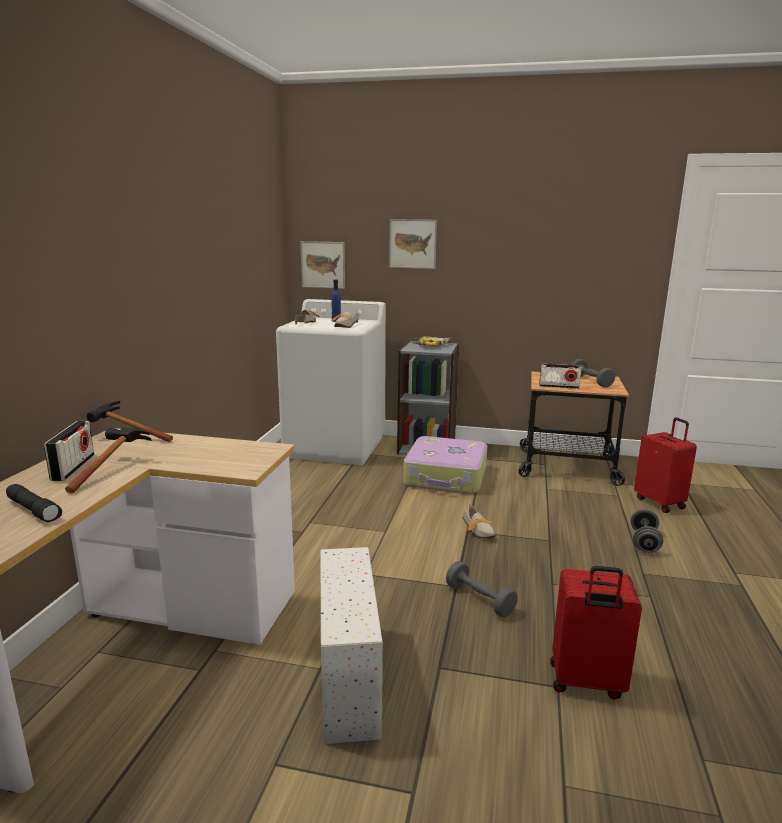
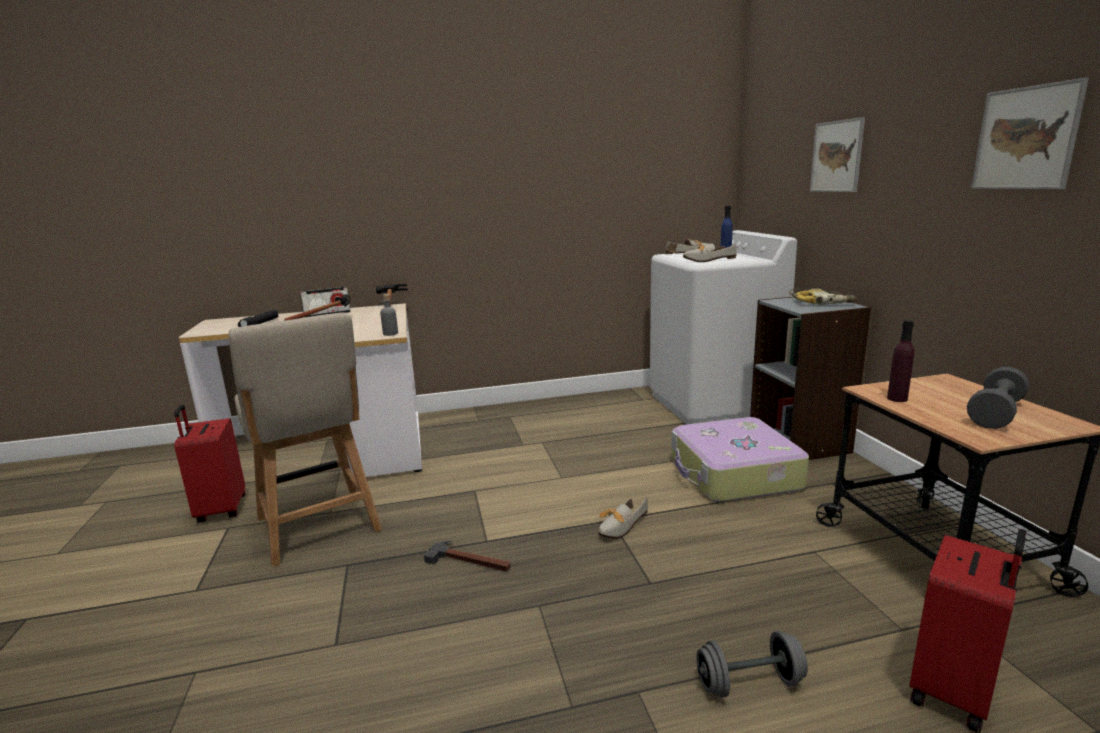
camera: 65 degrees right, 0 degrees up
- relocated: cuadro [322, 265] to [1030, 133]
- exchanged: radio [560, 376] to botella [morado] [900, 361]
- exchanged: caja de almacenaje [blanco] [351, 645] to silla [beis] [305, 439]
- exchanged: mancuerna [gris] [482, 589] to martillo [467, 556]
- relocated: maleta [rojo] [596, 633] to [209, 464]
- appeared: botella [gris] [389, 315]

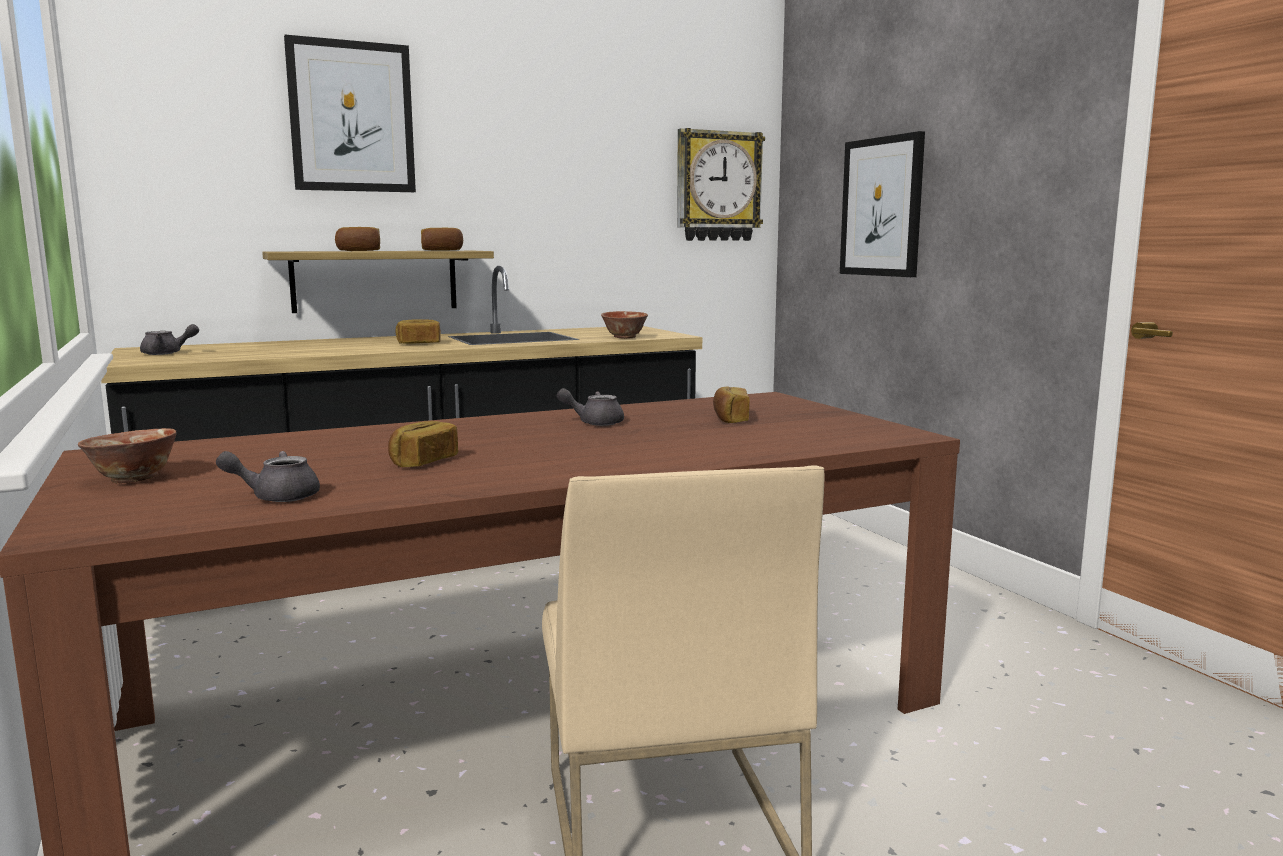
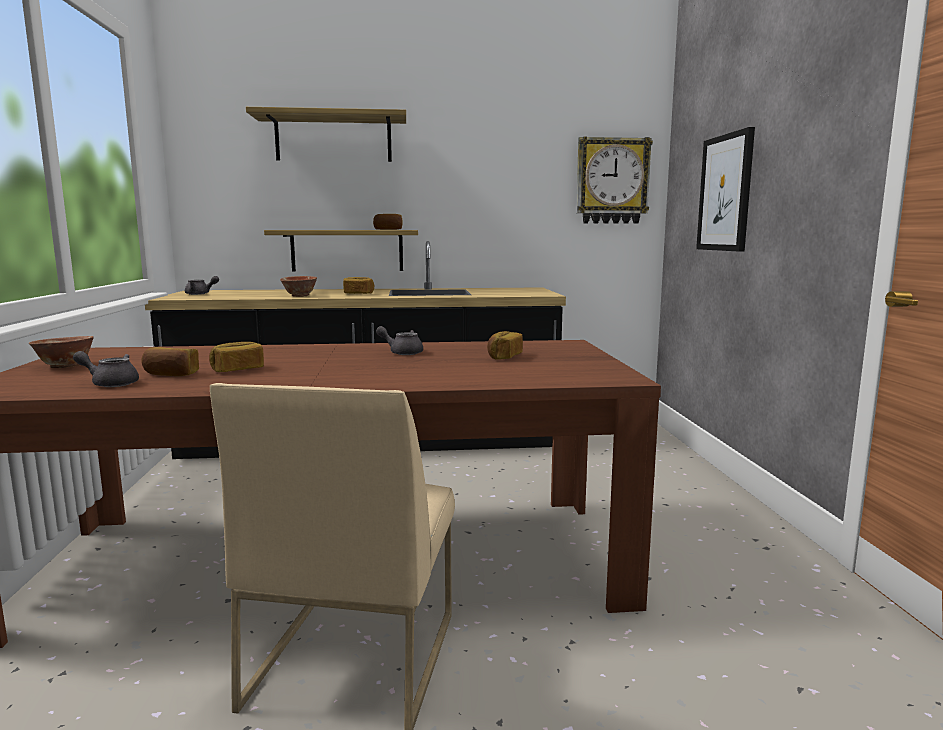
camera: 20 degrees right, 0 degrees up
- exchanged: cuadro [350, 113] to estante [326, 134]
- relocated: pan [357, 239] to [170, 361]
- relocated: cuenco [624, 325] to [298, 286]

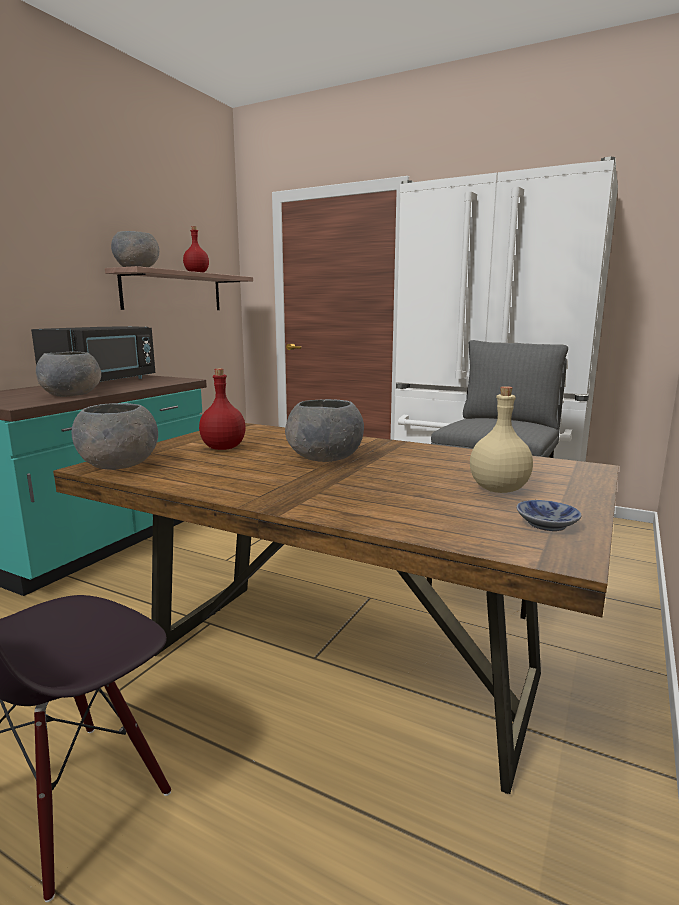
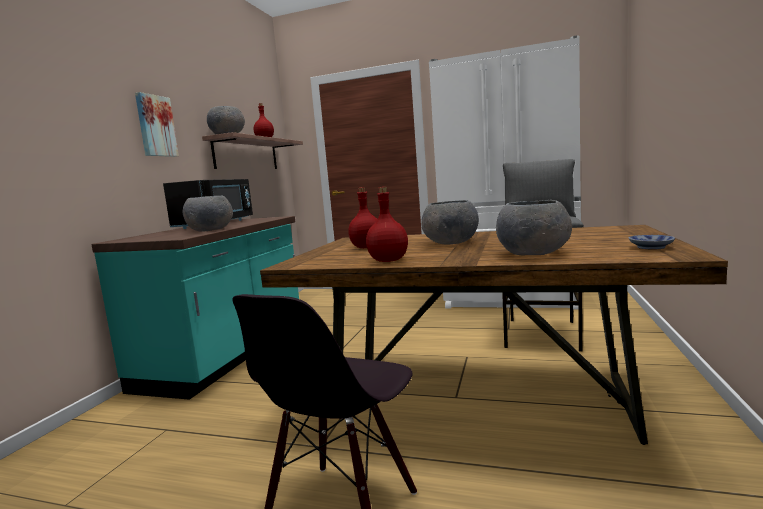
camera: 10 degrees left, 5 degrees down
- missing: botella [beis] [501, 439]
- relocated: cuenco [gris] [114, 436] to [534, 227]
- appeared: cuadro [157, 124]
- appeared: botella [rojo] [387, 224]

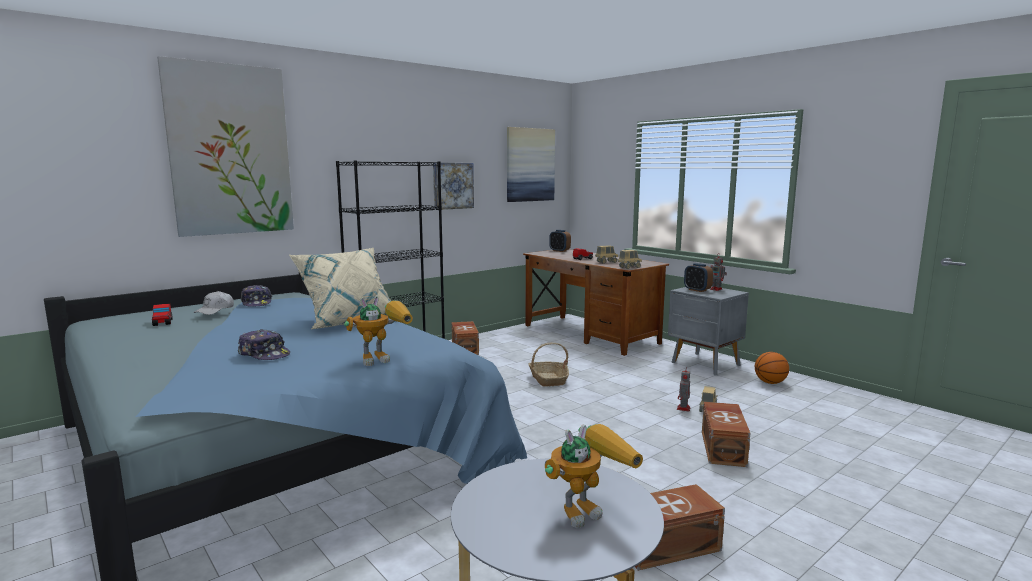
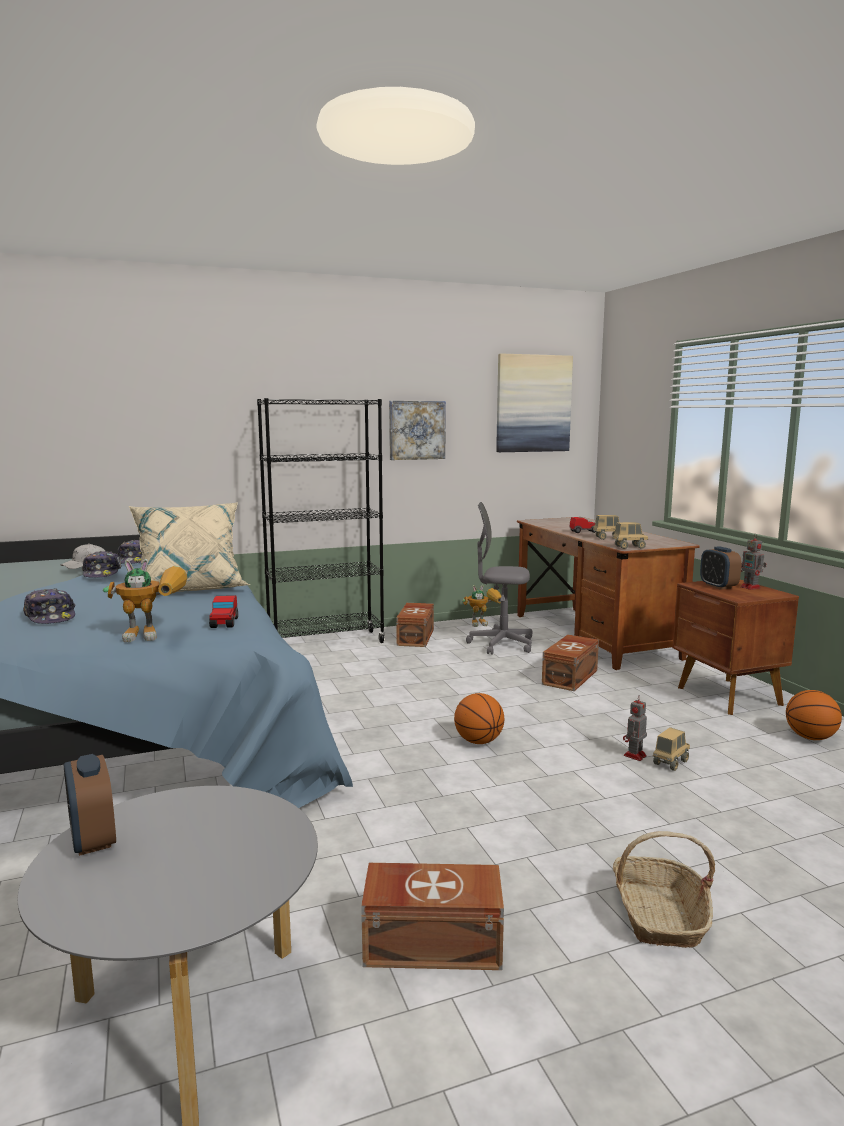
camera: 20 degrees right, 0 degrees up
- missing: cuadro [225, 146]
- relocated: despertador [560, 241] to [90, 805]
- colour: mesita de noche [gris] [708, 330] to mesita de noche [marrón] [736, 647]
- relocated: coche de juguete [162, 314] to [223, 611]
- relocated: cesta [548, 365] to [664, 889]
- relocated: caja de almacenaje [marrón] [726, 434] to [570, 663]
- relocated: robot de juguete [594, 476] to [481, 606]
- appeared: silla de oficina [gris] [499, 578]
- appeared: gorra [102, 564]
- appeared: balón de baloncesto [479, 718]

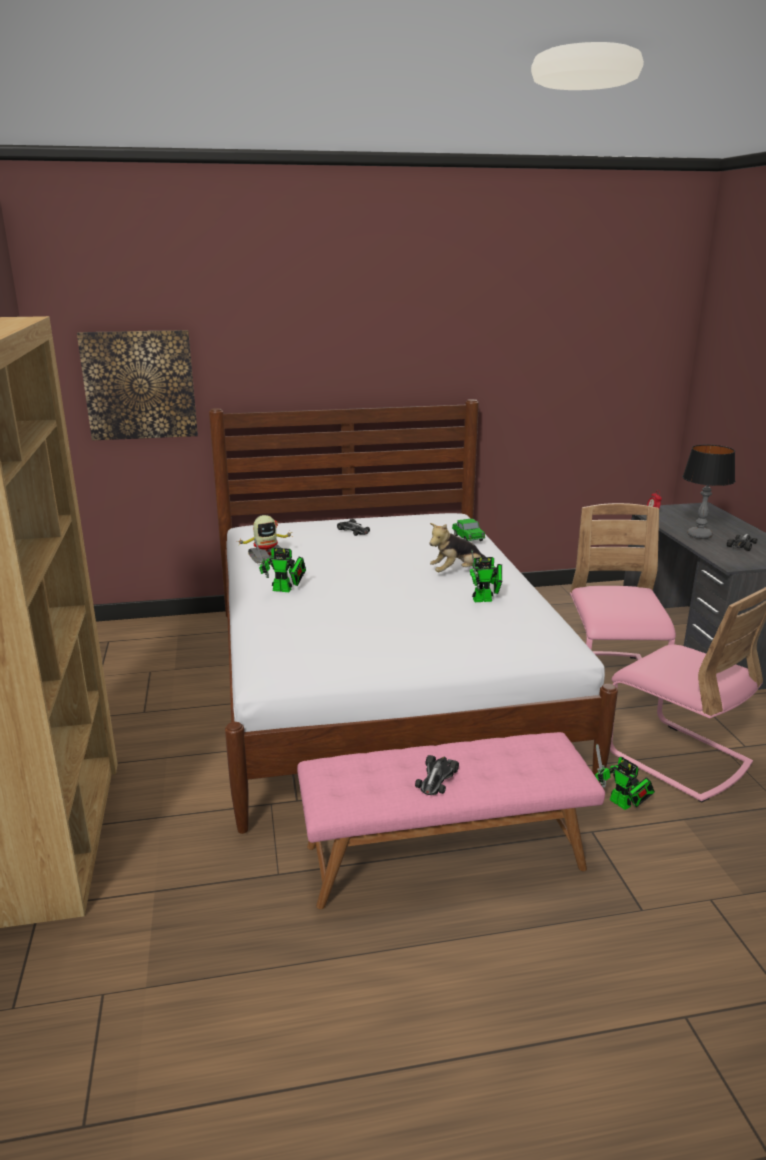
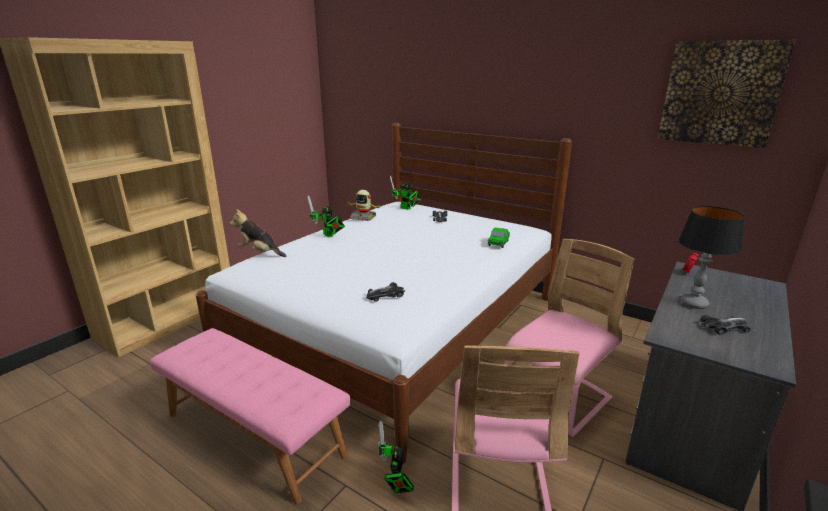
camera: 45 degrees right, 0 degrees up
- relocated: cuadro [137, 385] to [727, 94]
- relocated: peluche [457, 547] to [258, 233]
- relocated: robot de juguete [486, 576] to [405, 193]
- relocated: coche de juguete [437, 775] to [385, 292]

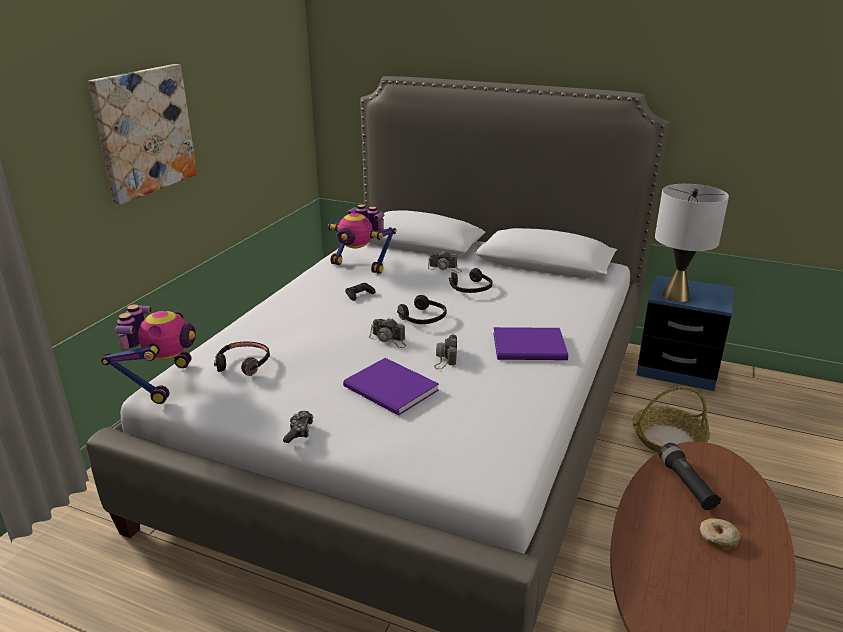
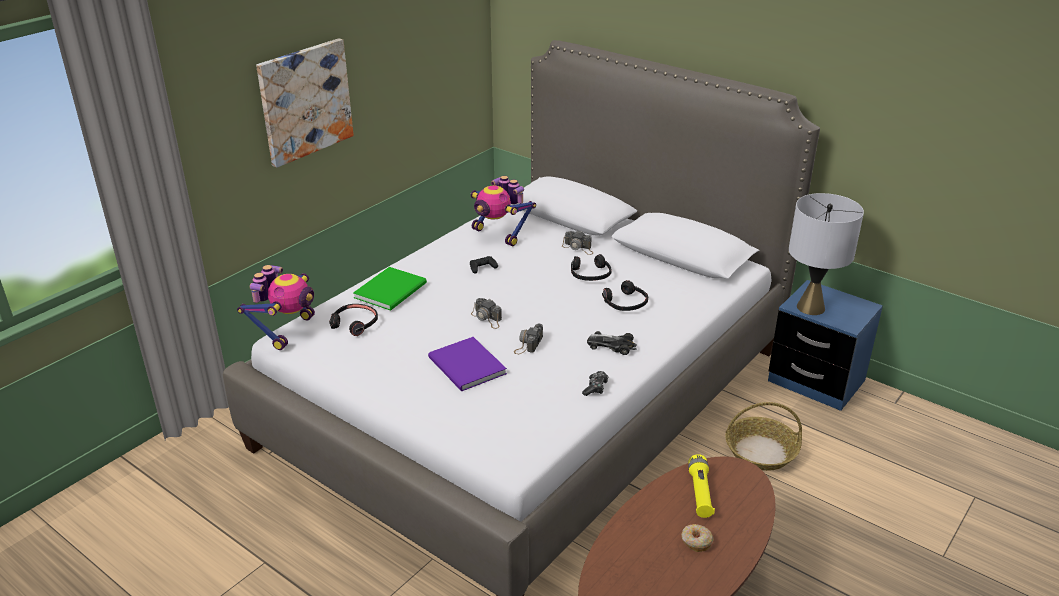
camera: 15 degrees right, 5 degrees up
- relocated: auriculares [negro] [422, 309] to [625, 295]
- exchanged: libro [morado] [530, 343] to coche de juguete [612, 343]
- relocated: mando de consola [298, 427] to [595, 383]
- colour: linterna [negro] [690, 476] to linterna [amarillo] [701, 486]
- appeared: libro [verde] [390, 289]

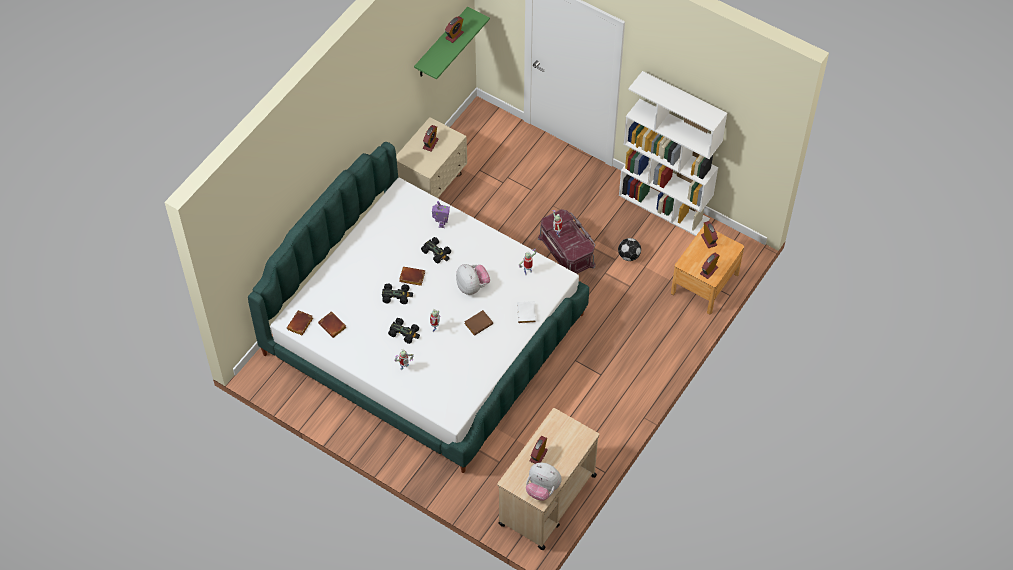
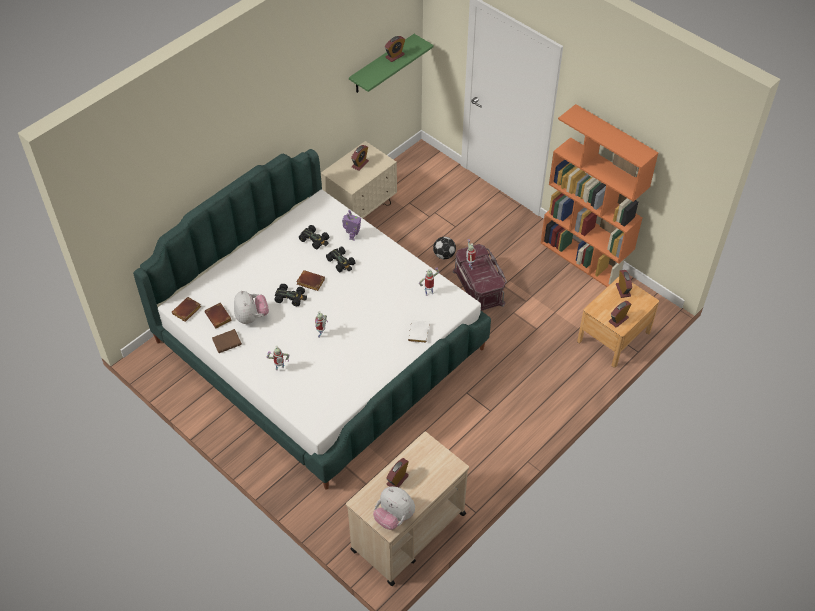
camera: 10 degrees right, 5 degrees down
- colour: estantería [blanco] [673, 153] to estantería [naranja] [599, 195]
- relocated: balón de fútbol [629, 249] to [444, 248]
- relocated: peluche [473, 279] to [251, 307]
- relocated: libro [marrón] [478, 323] to [227, 341]
- relocated: coche de juguete [negro] [404, 331] to [314, 237]

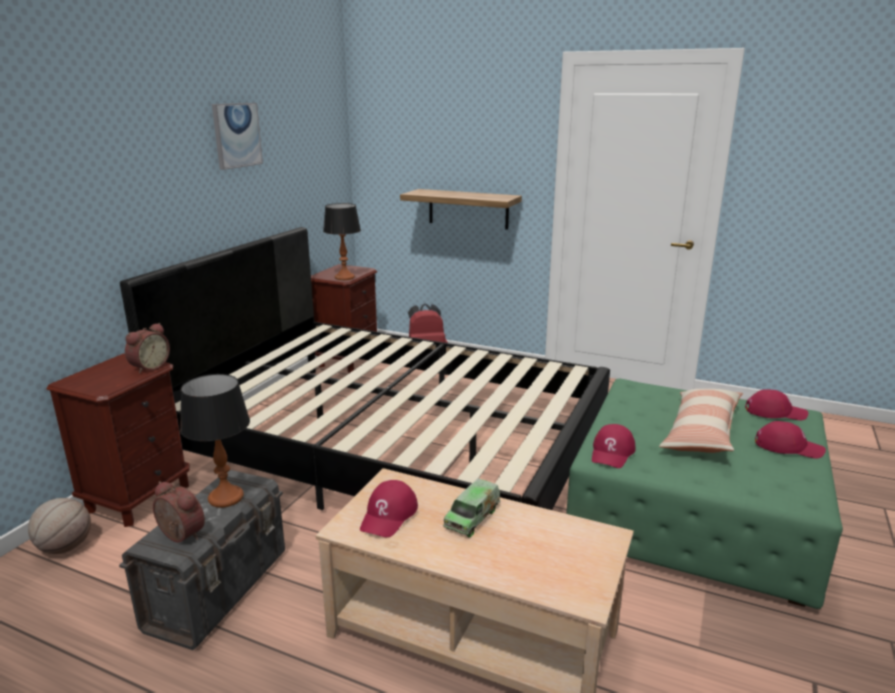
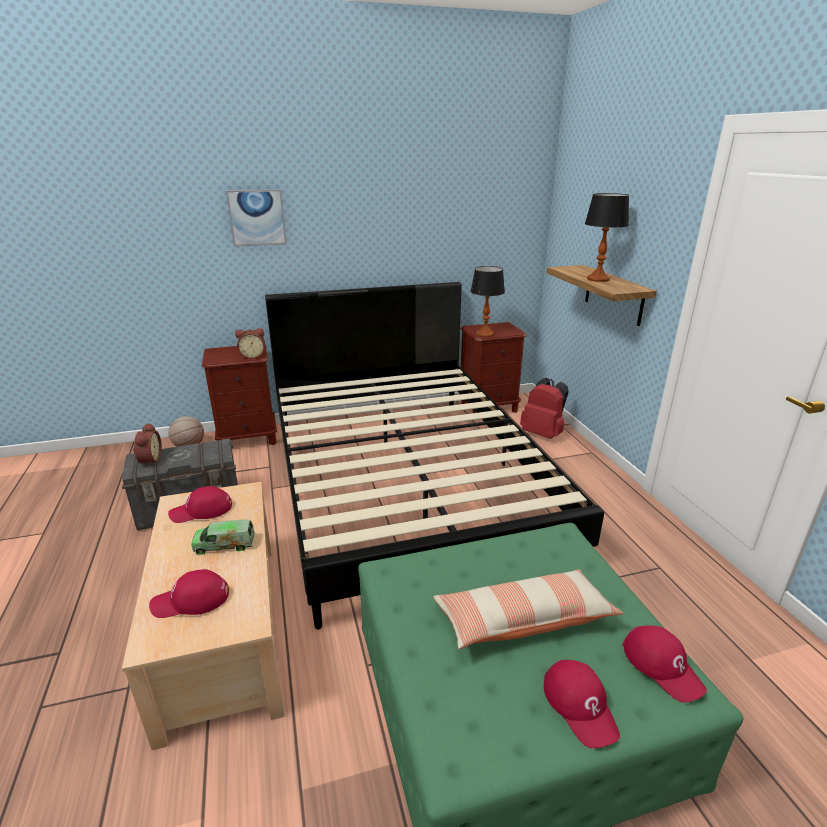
camera: 50 degrees right, 5 degrees up
- relocated: cuadro [237, 136] to [256, 218]
- relocated: lámpara de mesa [215, 441] to [607, 237]
- relocated: gorra [rojo] [614, 446] to [189, 593]

